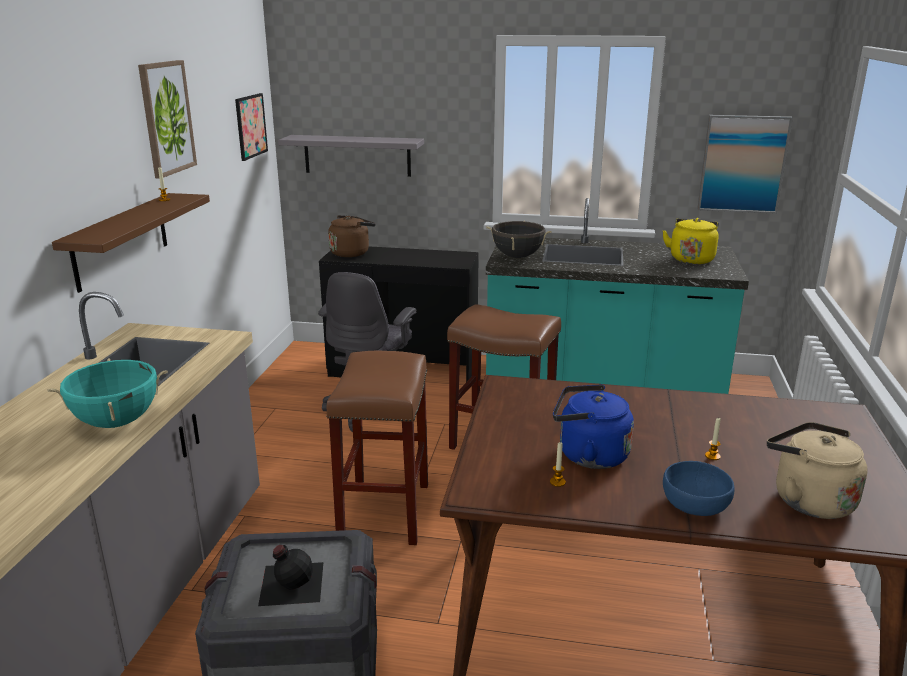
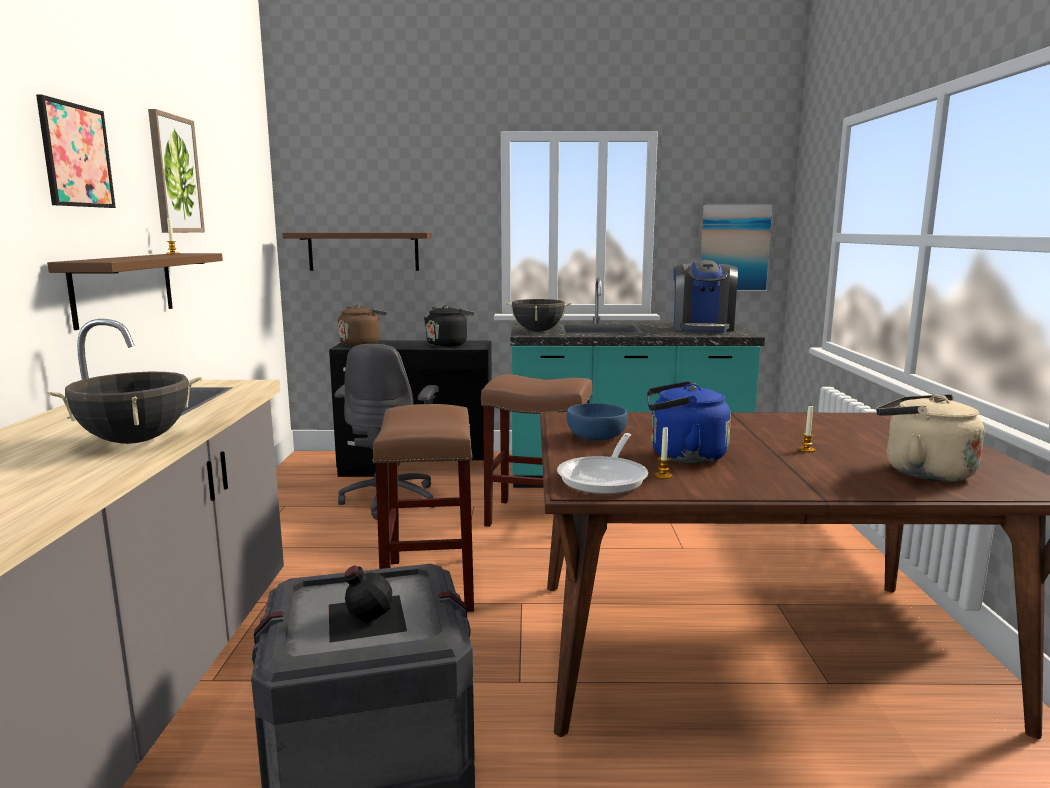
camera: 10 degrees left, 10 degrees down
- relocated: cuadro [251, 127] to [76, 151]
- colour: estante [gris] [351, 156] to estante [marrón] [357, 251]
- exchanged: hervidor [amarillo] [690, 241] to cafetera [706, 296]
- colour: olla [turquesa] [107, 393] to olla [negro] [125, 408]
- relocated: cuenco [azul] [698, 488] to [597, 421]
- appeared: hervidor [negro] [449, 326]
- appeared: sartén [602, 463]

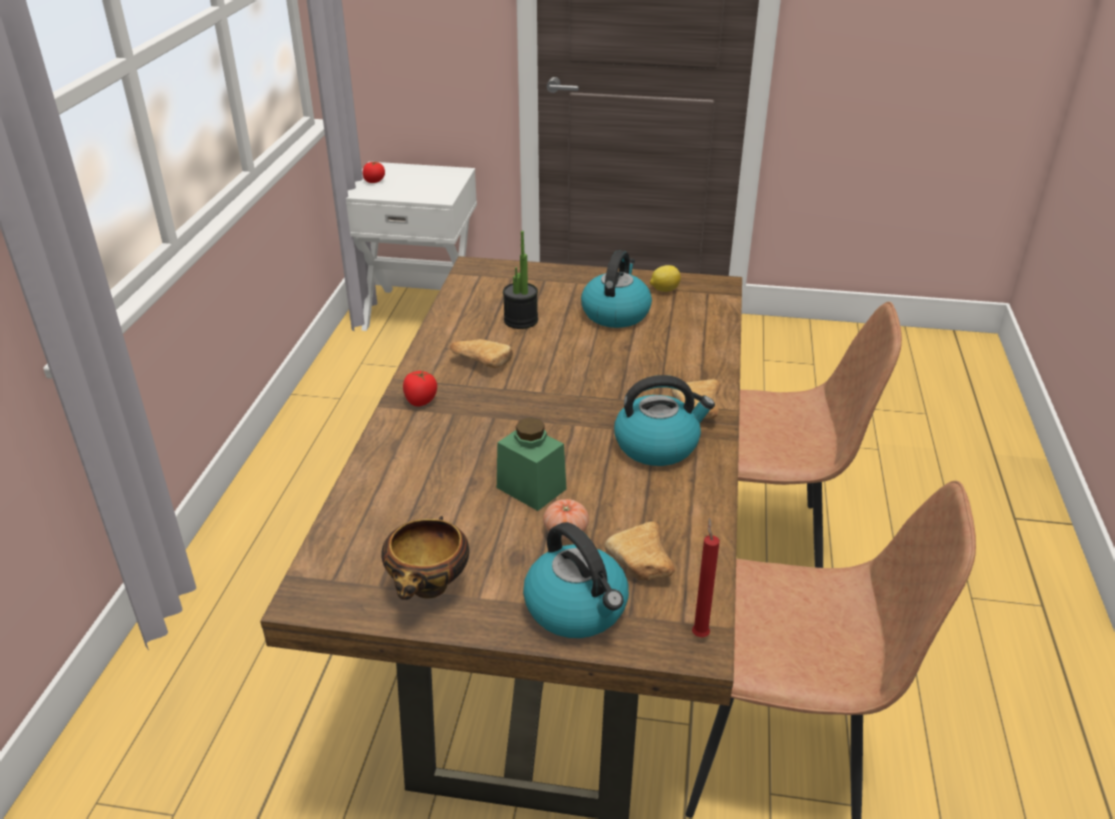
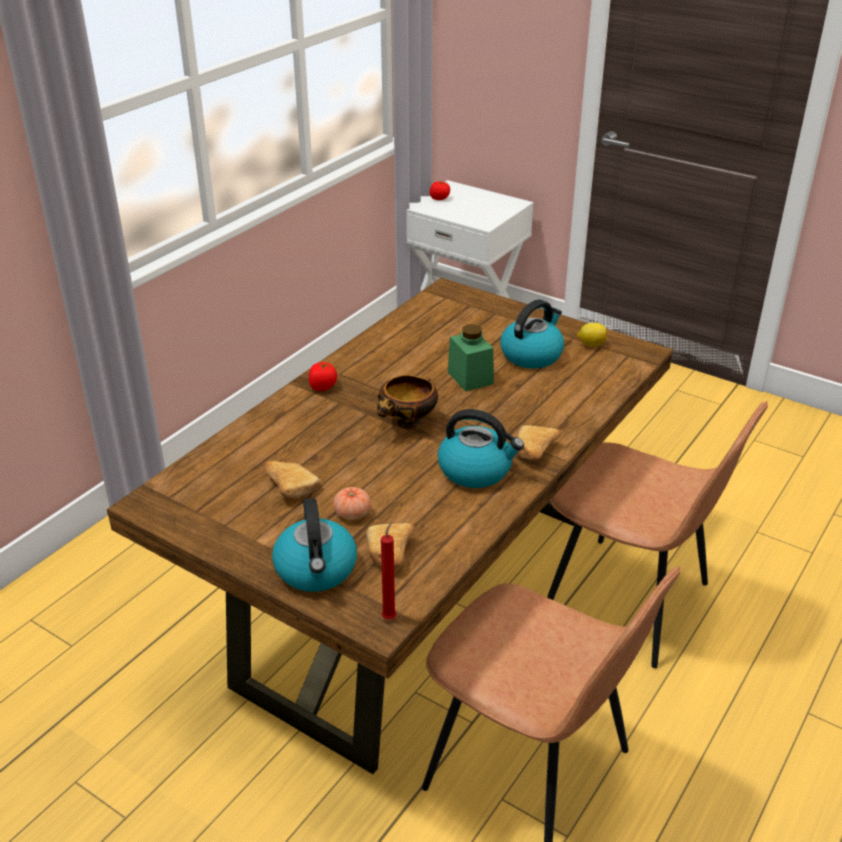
camera: 25 degrees right, 0 degrees up
- missing: planta en maceta [520, 280]
- relocated: pan [481, 353] to [292, 479]
- relocated: tarro [verde] [532, 464] to [471, 358]
- relocated: cuenco [425, 558] to [407, 402]

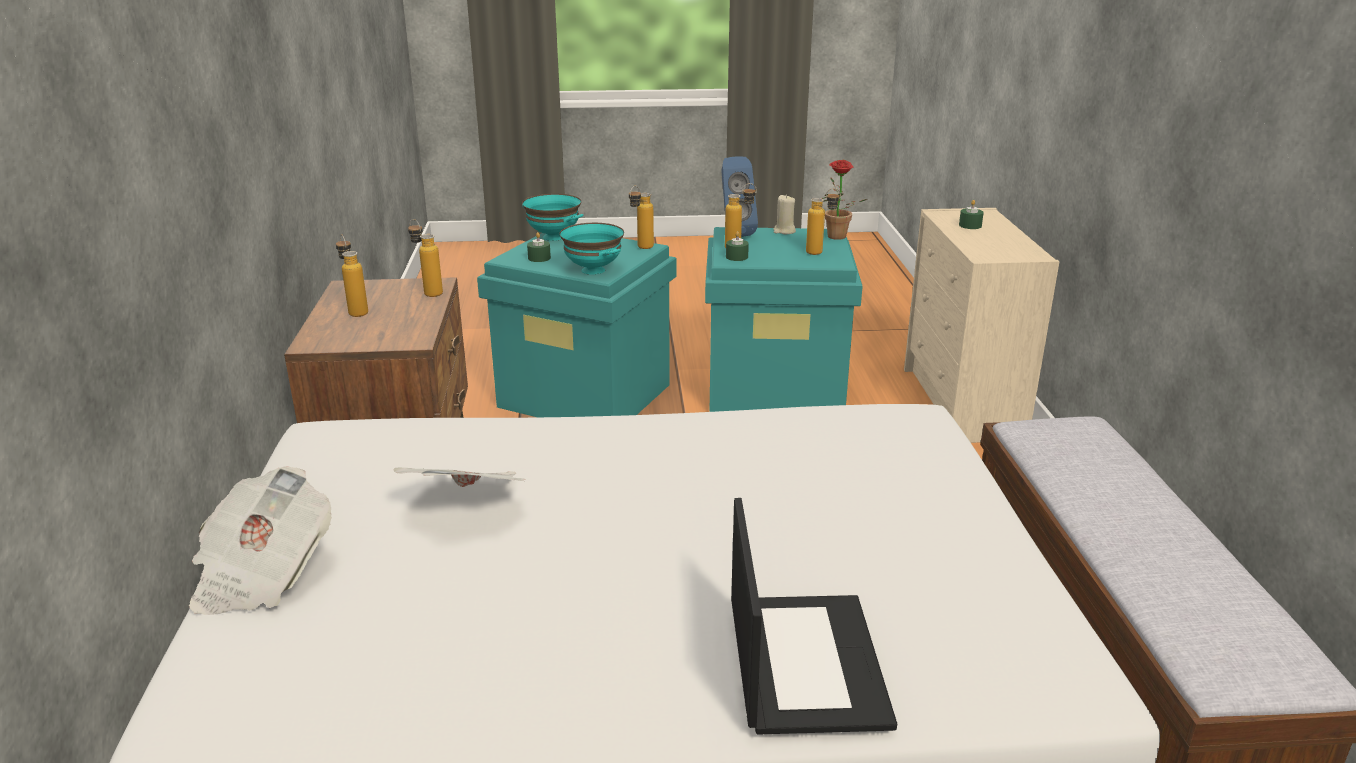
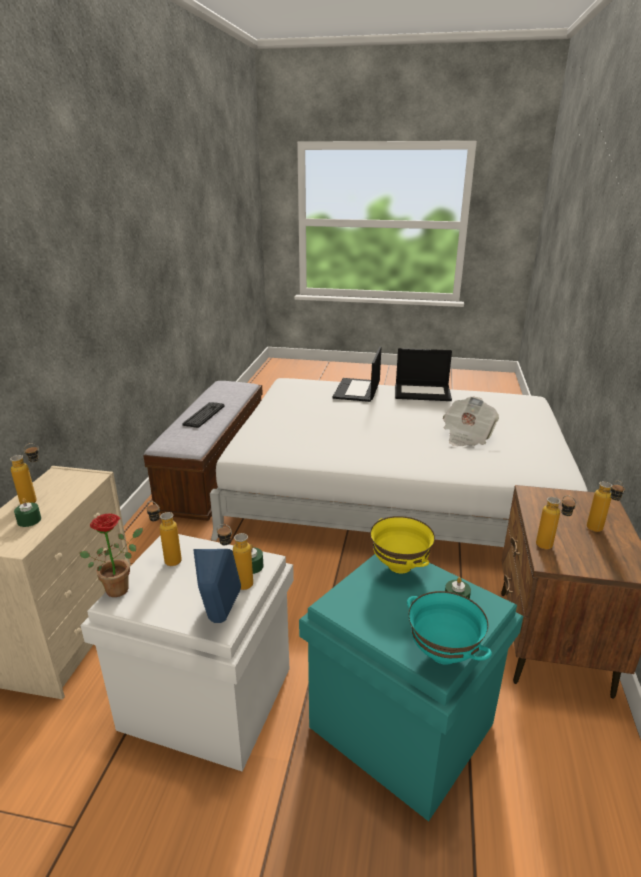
camera: 165 degrees left, 0 degrees up
- relocated: botella [641, 217] to [24, 473]
- missing: vela [beis] [784, 214]
- colour: cuenco [turquesa] [592, 249] to cuenco [amarillo] [402, 545]
- colour: caja de almacenaje [turquesa] [784, 319] to caja de almacenaje [blanco] [187, 653]
- missing: periódico [260, 541]
- appeared: portátil [423, 374]
- appeared: teclado [203, 415]

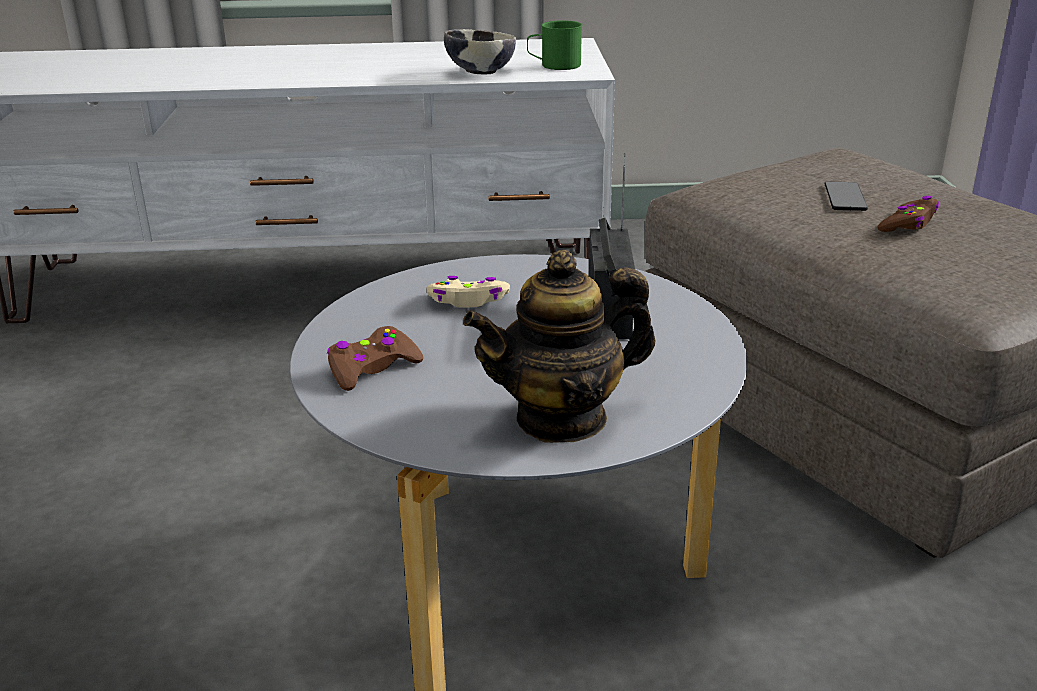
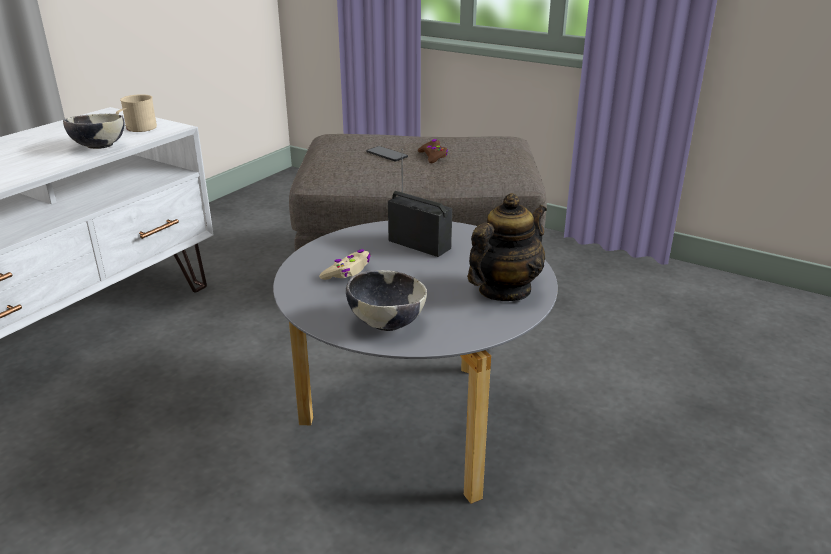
camera: 55 degrees left, 0 degrees up
- colour: taza grande [verde] [554, 45] to taza grande [beis] [136, 113]
- spun: tetera [559, 346] = [507, 247] 150 degrees counterclockwise
- exchanged: mando de consola [marrón] [375, 358] to cuenco [386, 300]

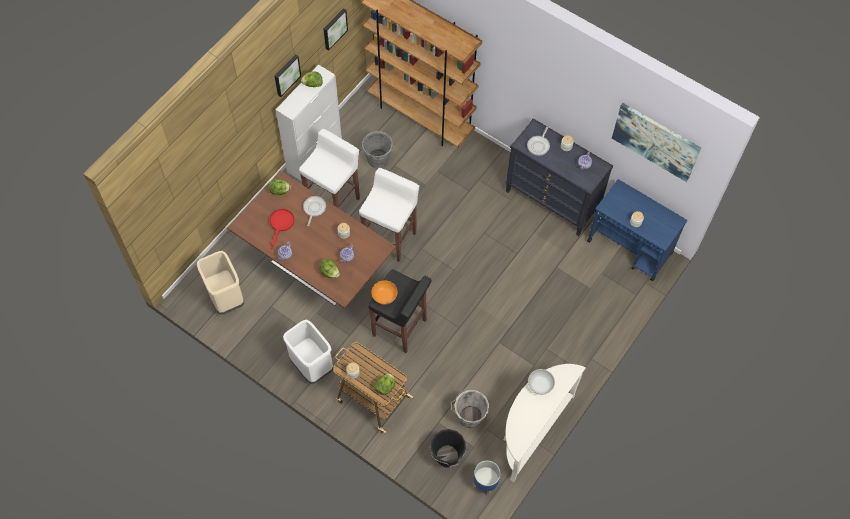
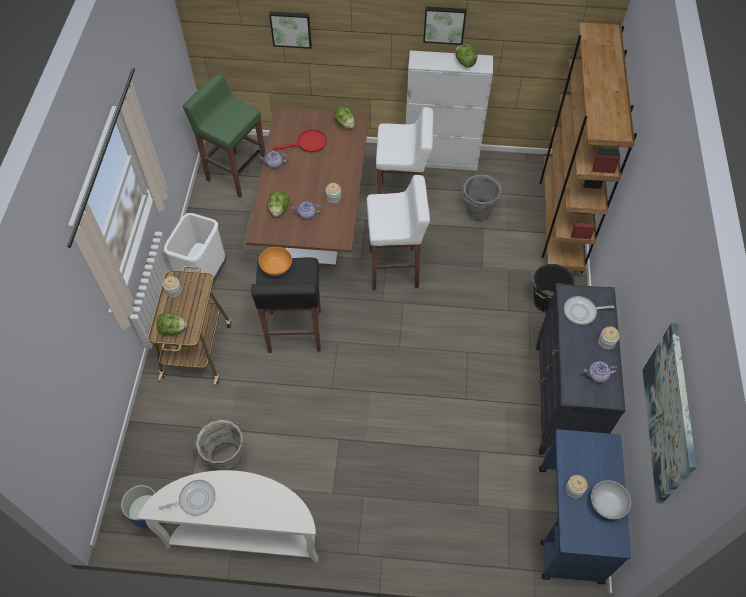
camera: 60 degrees right, 5 degrees down
- relocated: cuadro [336, 29] to [290, 30]
- relocated: sartén [314, 211] to [187, 498]
- exchanged: papelera [beis] [220, 283] to taburete [verde] [224, 136]
- relocated: cuenco [blanco] [541, 382] to [611, 500]
- relocated: cubo [negro] [449, 448] to [553, 288]

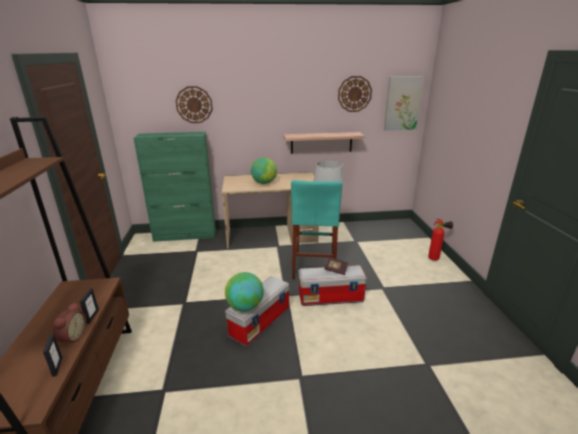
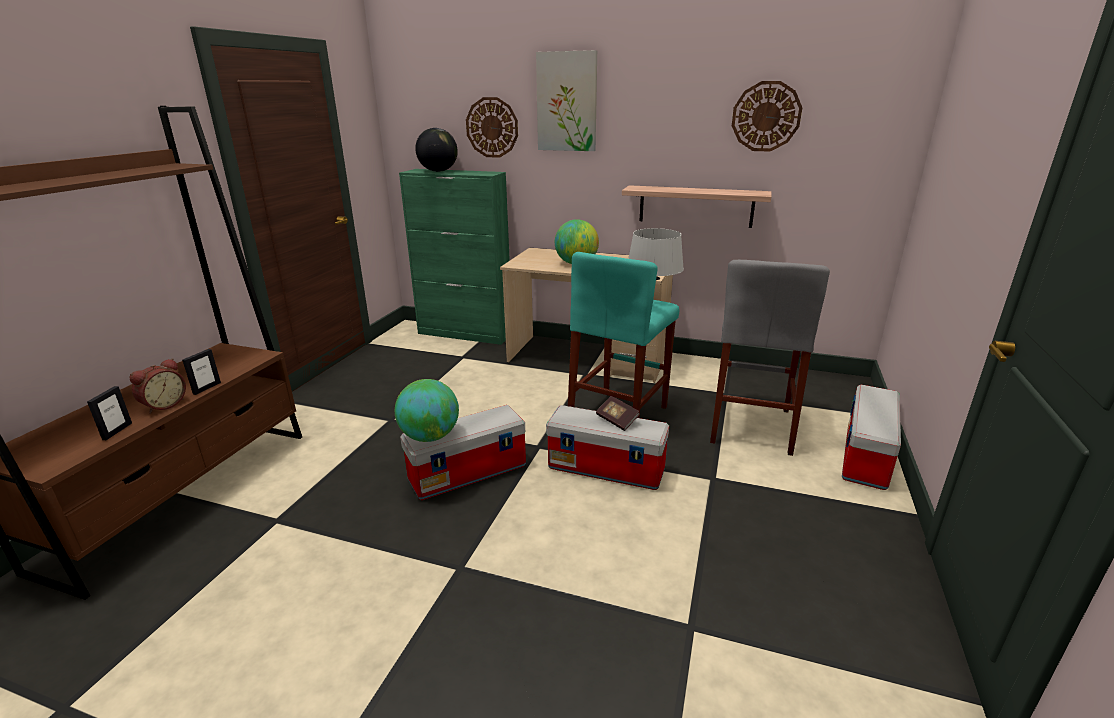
camera: 25 degrees right, 0 degrees up
- relocated: cuadro [404, 103] to [566, 100]
- exchanged: extintor [440, 240] to caja de almacenaje [871, 437]
- appeared: globo terráqueo [436, 150]
- appeared: taburete [gris] [770, 358]

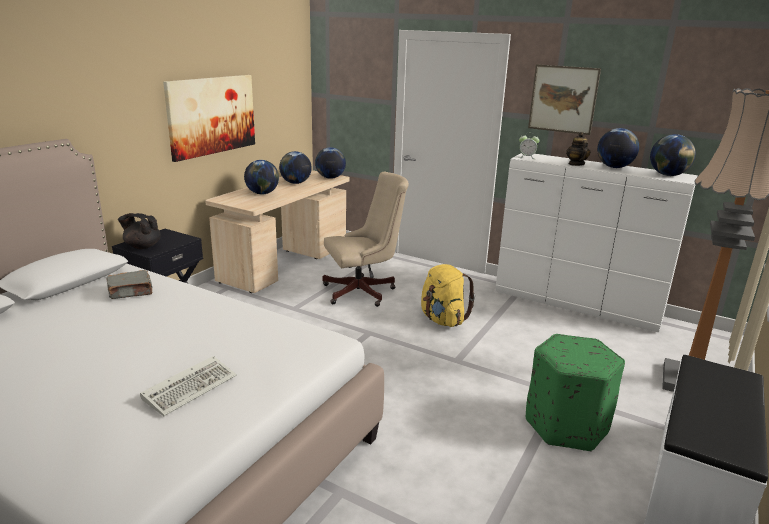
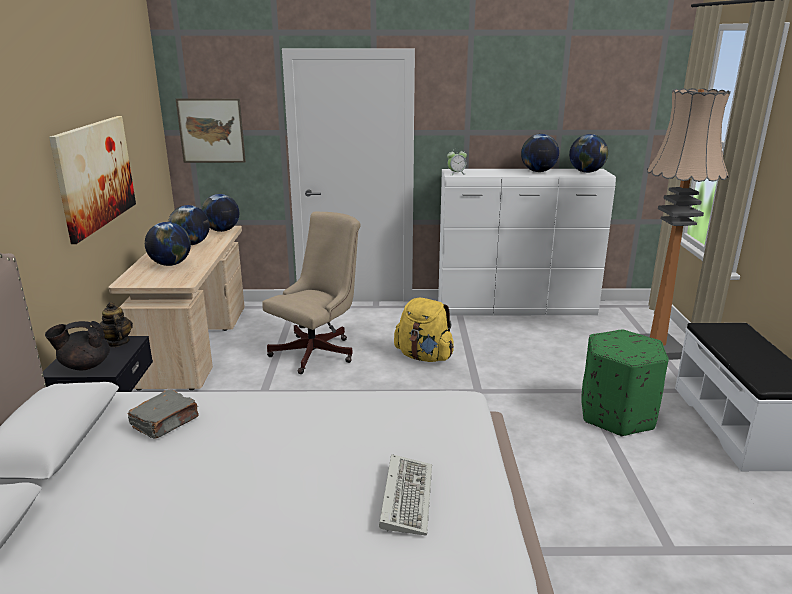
camera: 30 degrees left, 0 degrees up
- relocated: cuadro [564, 99] to [211, 130]
- relocated: tetera [578, 149] to [116, 324]

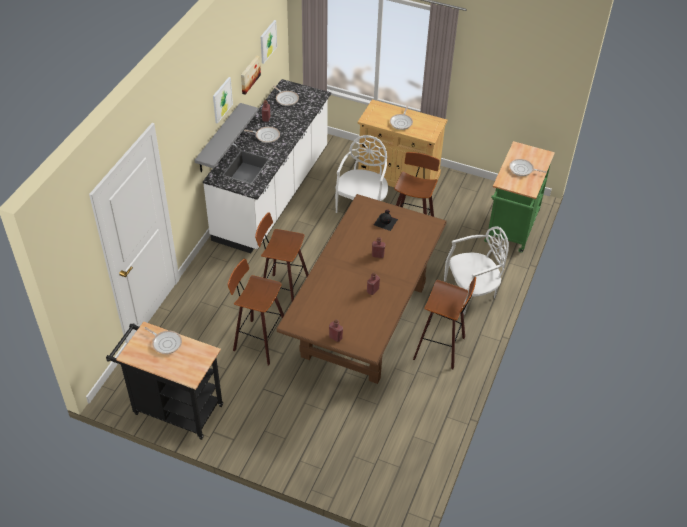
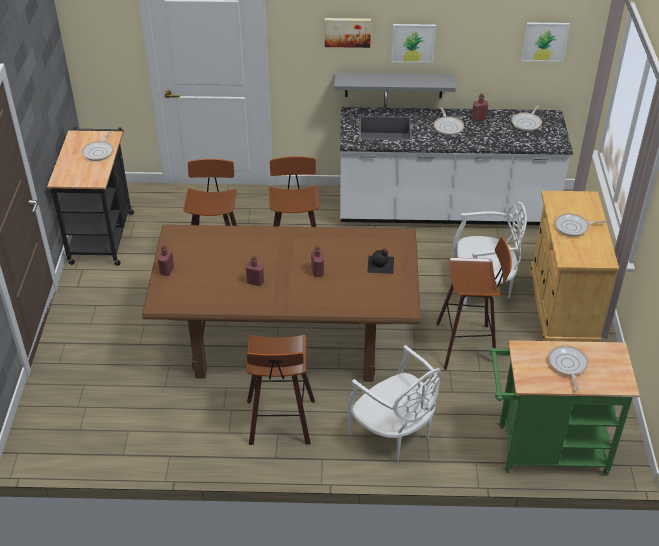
camera: 70 degrees right, 5 degrees down
- relocated: cuadro [251, 75] to [348, 33]

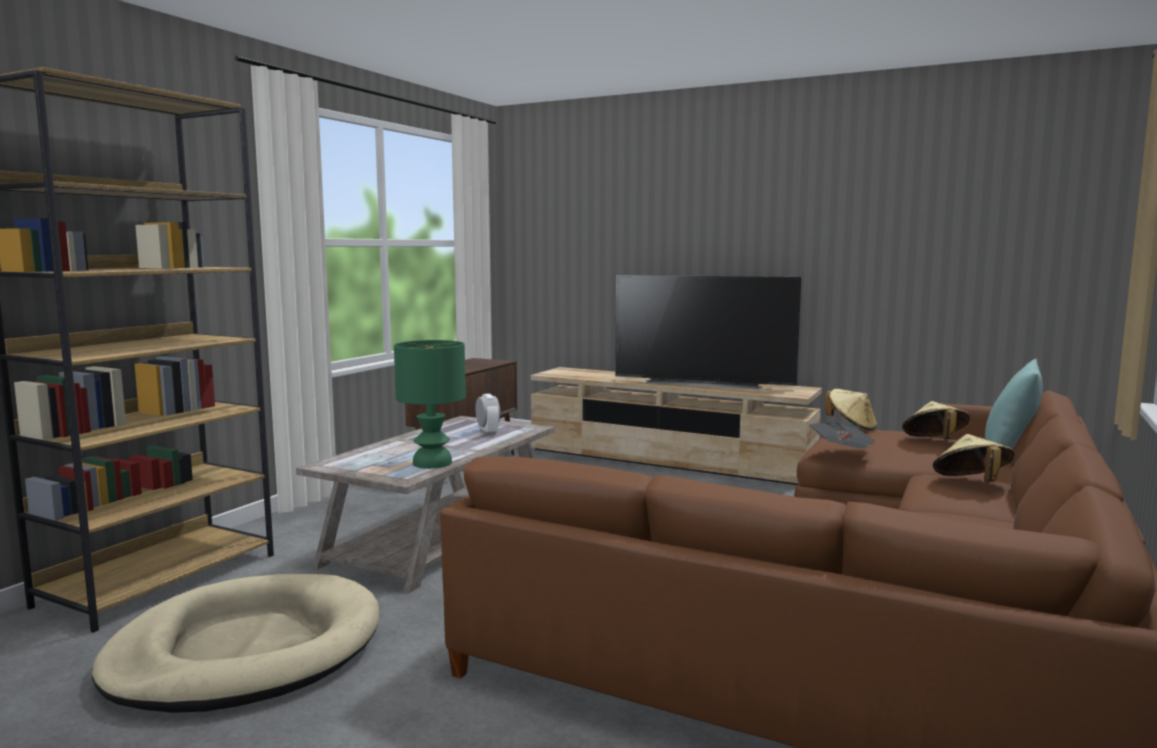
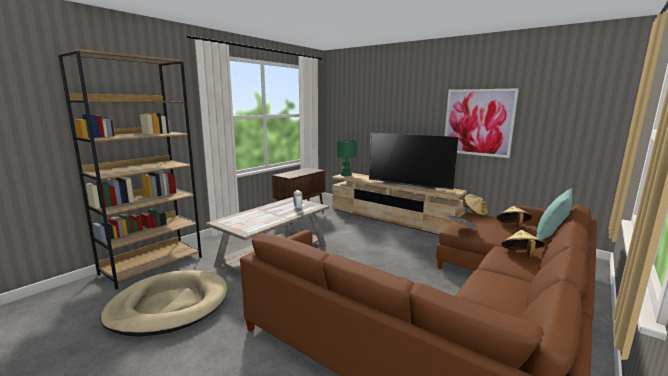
camera: 10 degrees right, 5 degrees up
- relocated: lámpara de mesa [verde] [430, 404] to [347, 158]
- appeared: cuadro [482, 123]

